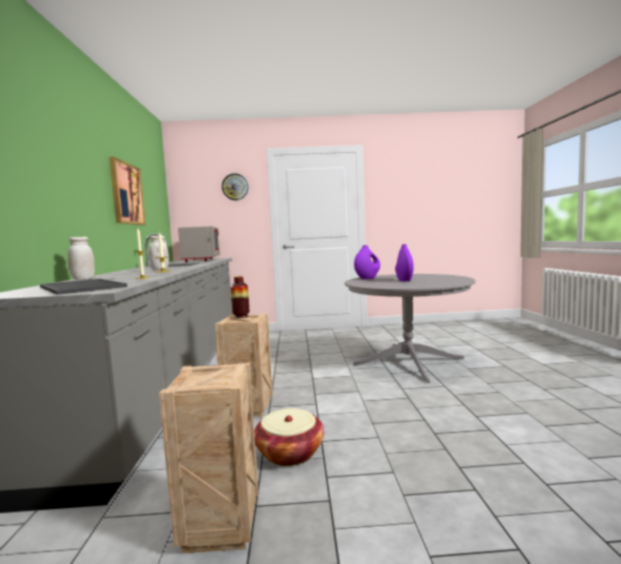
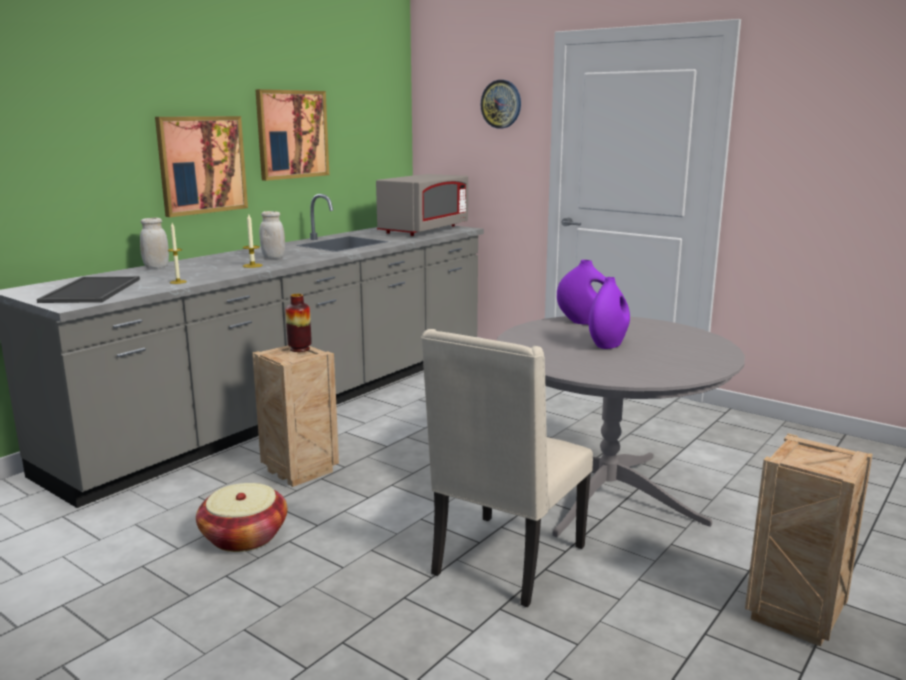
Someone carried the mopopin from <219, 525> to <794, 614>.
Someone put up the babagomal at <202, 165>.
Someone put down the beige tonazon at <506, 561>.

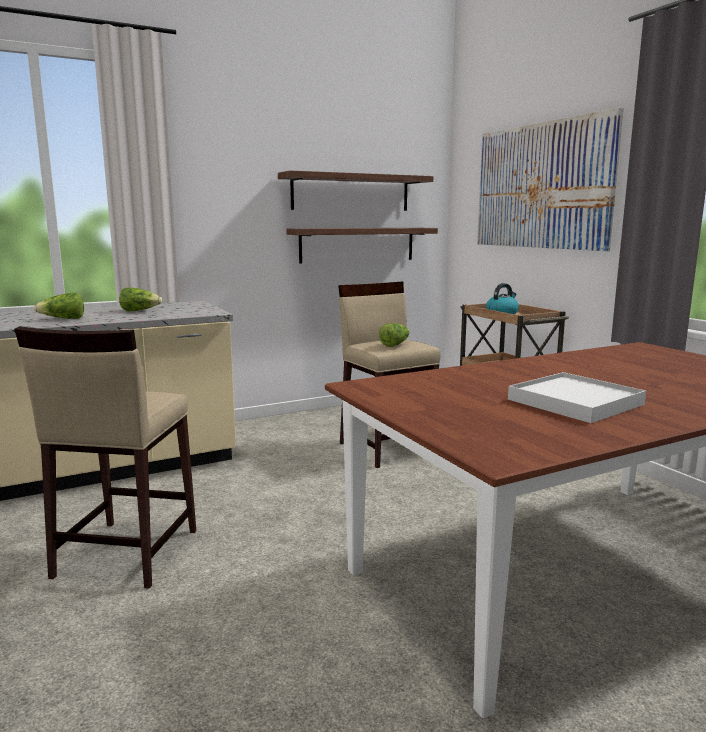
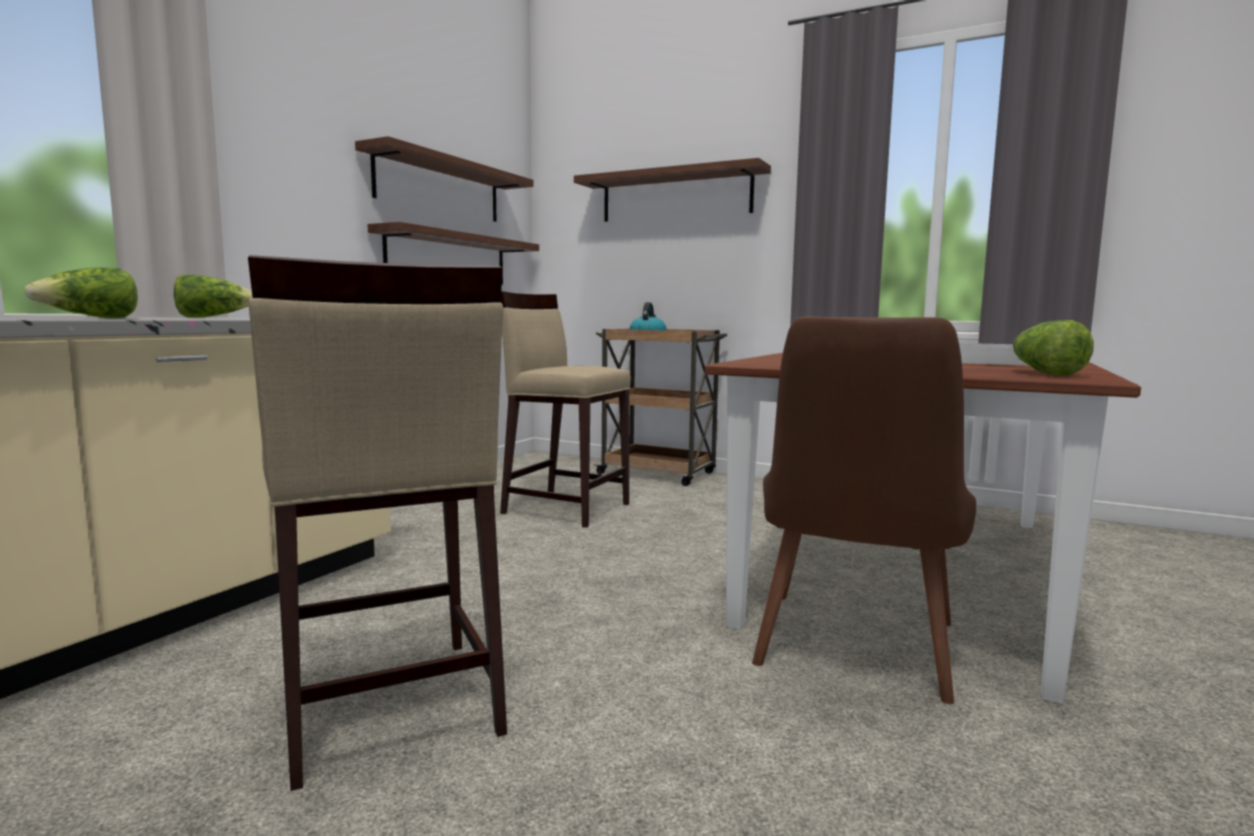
Someone swapped the babagomal at <541, 186> for the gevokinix at <675, 196>.
Someone carried the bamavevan from <395, 344> to <1044, 373>.
Someone put down the brown tonazon at <853, 656>.

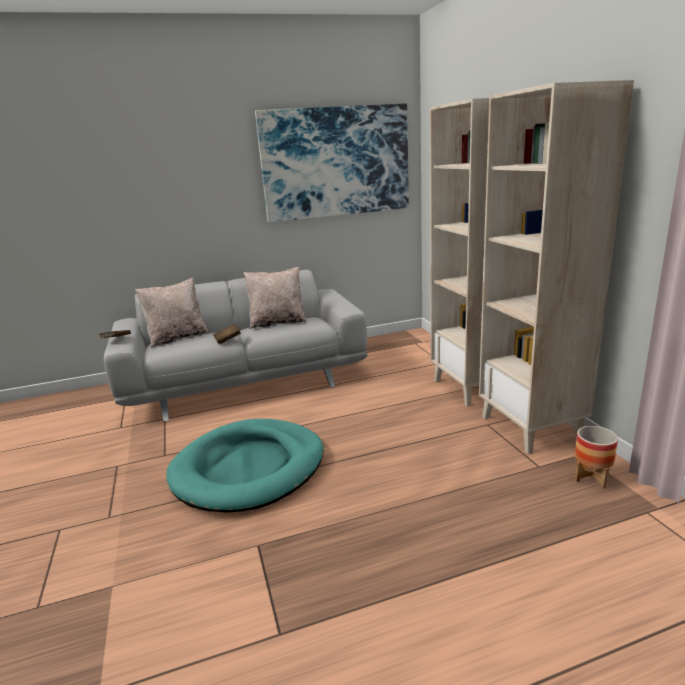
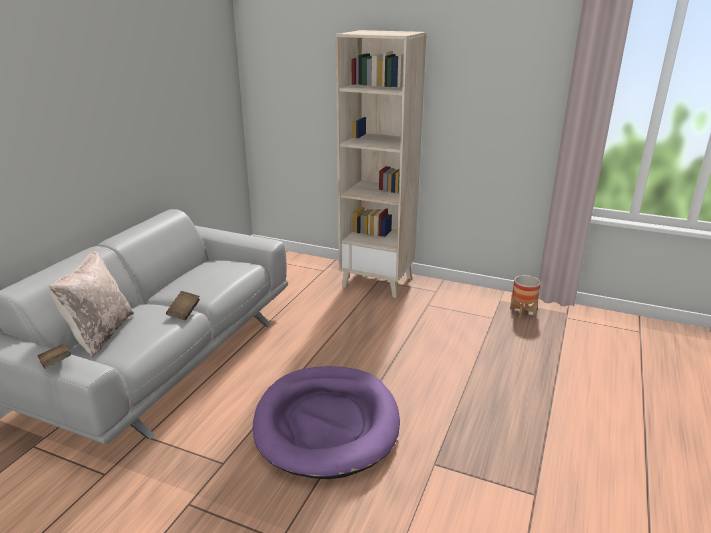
Someone took away the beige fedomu at <531, 427>.
Someone took away the babagomal at <336, 162>.
Someone took away the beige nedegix at <277, 322>.
Someone repainted the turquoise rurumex at <249, 468>, which became the purple rurumex at <326, 424>.

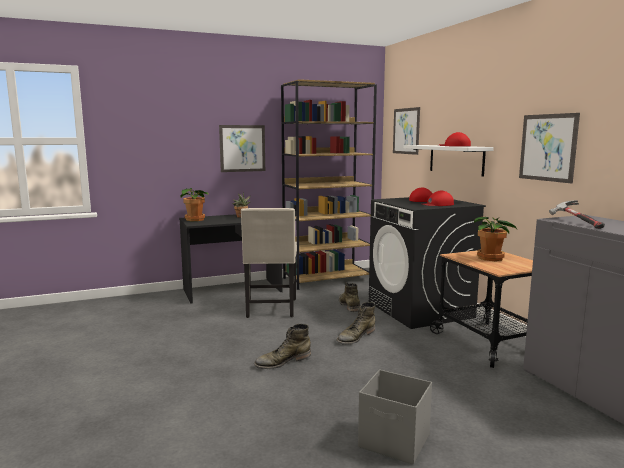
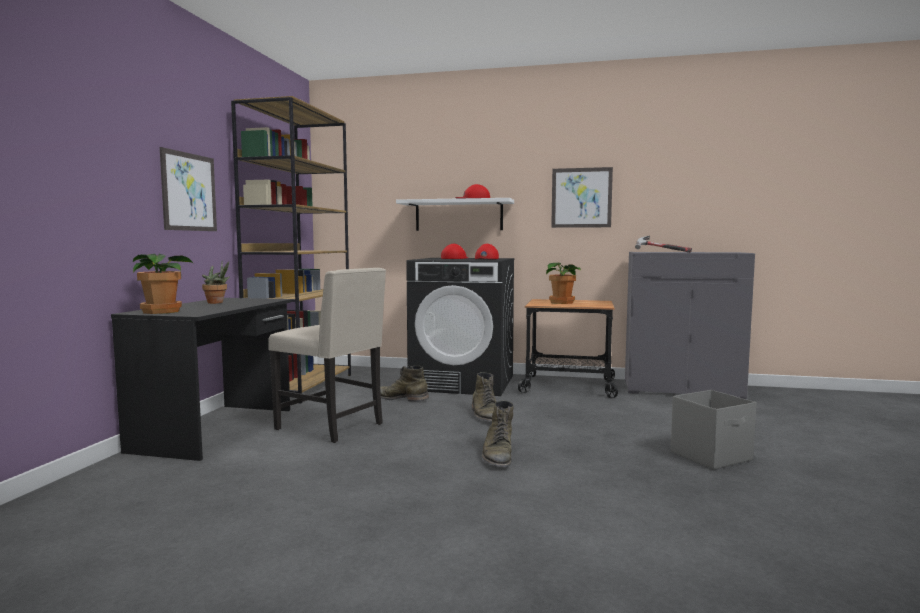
Someone took away the babagomal at <406, 131>.

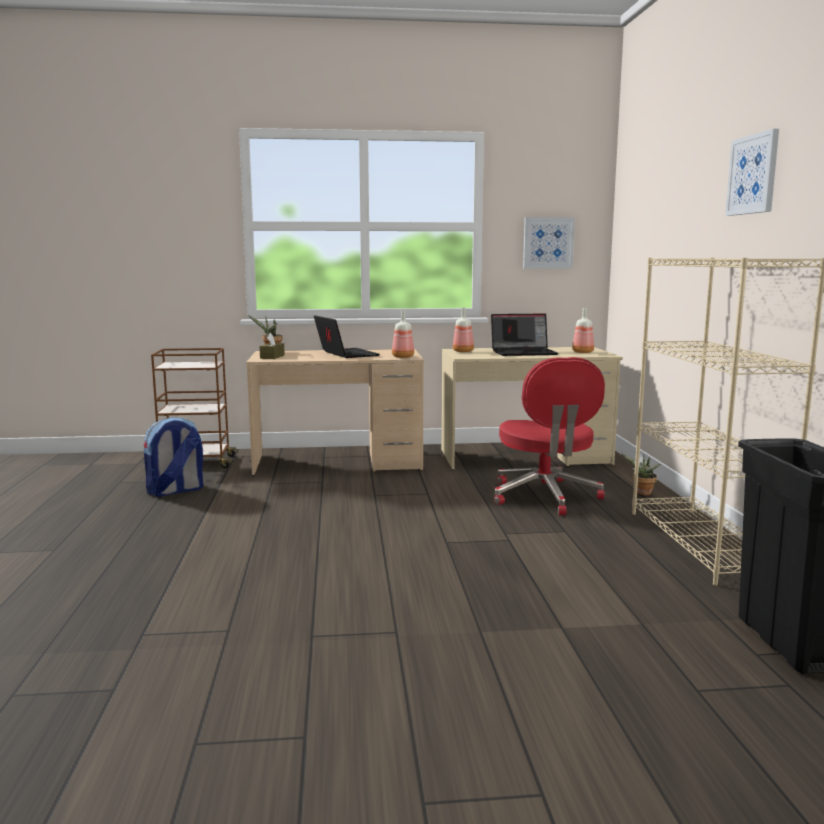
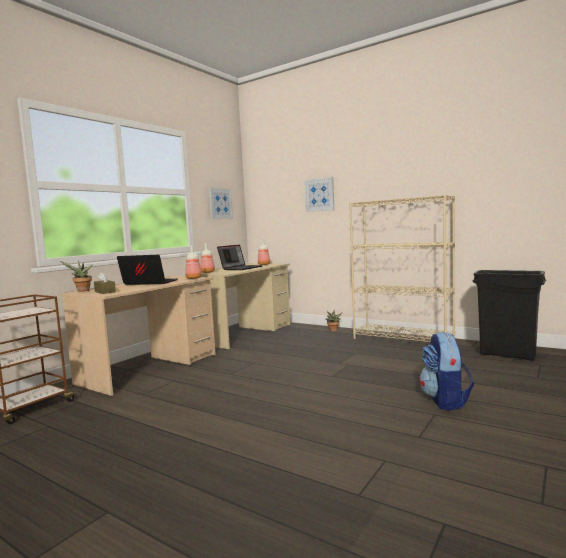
Someone carried the babagomal from <753, 174> to <319, 195>.
Someone took away the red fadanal at <545, 497>.
Someone carried the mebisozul from <175, 491> to <445, 401>.

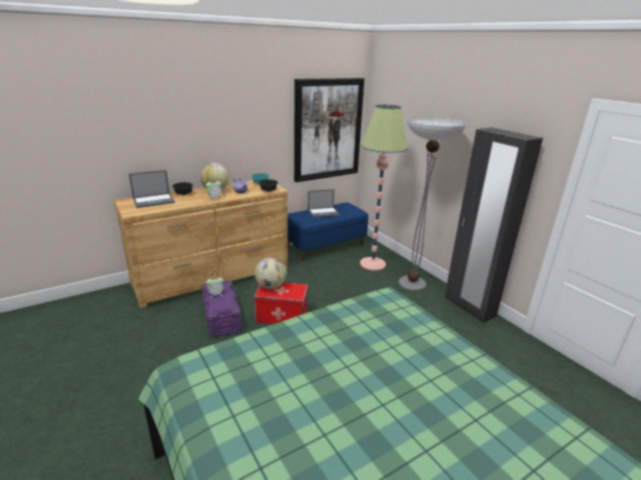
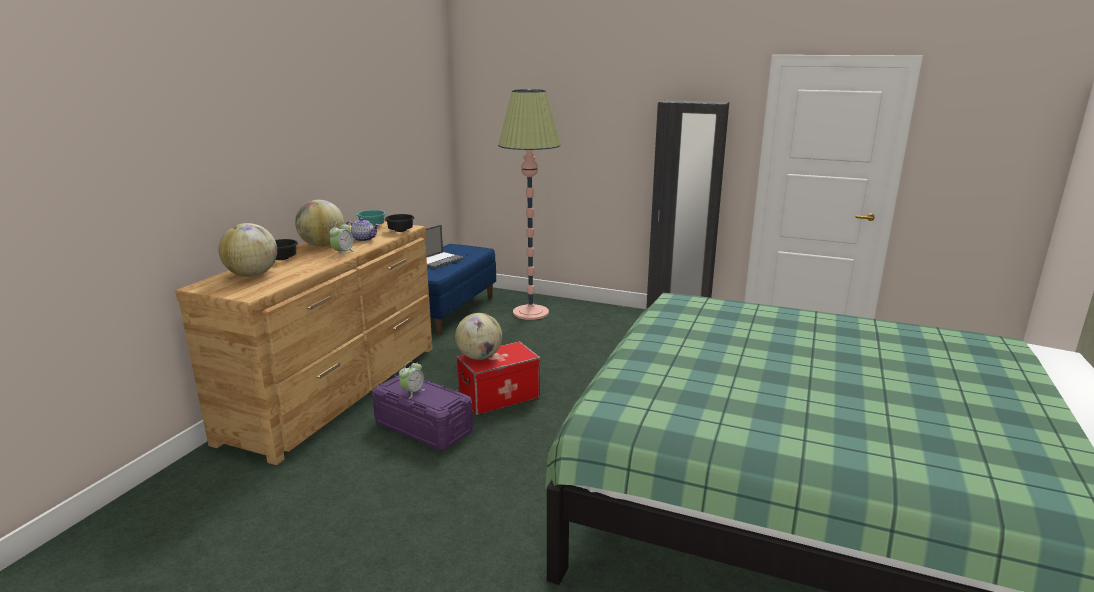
Someone took away the babagomal at <327, 129>.
Someone took away the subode at <412, 283>.
Someone swapped the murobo at <154, 200> for the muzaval at <252, 275>.

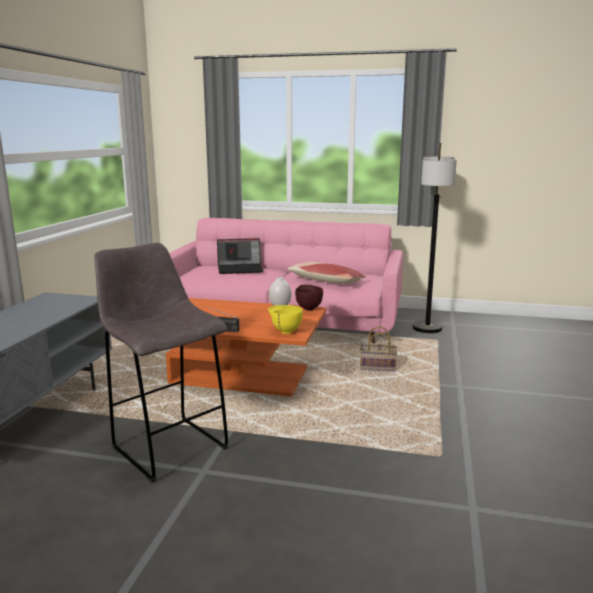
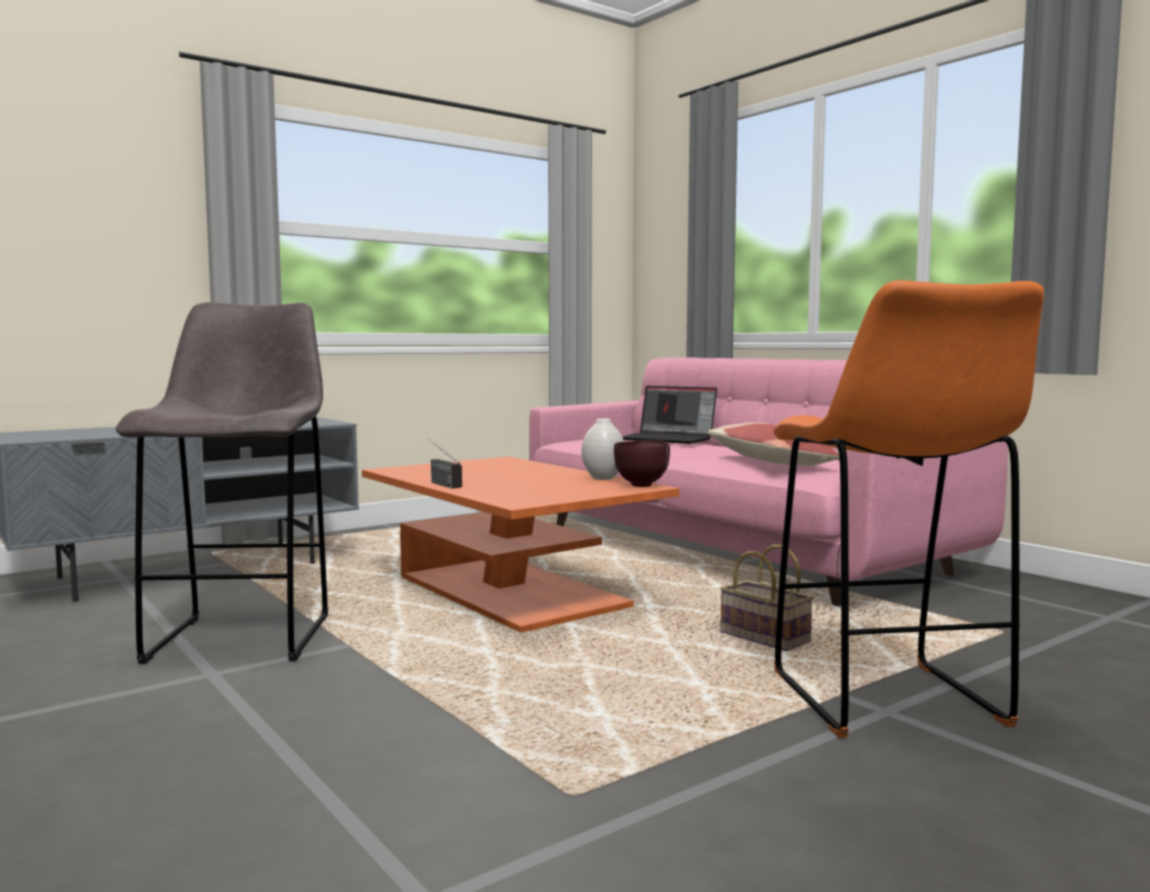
Someone took away the subode at <427, 328>.
Someone took away the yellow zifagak at <285, 331>.
Someone put down the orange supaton at <889, 701>.

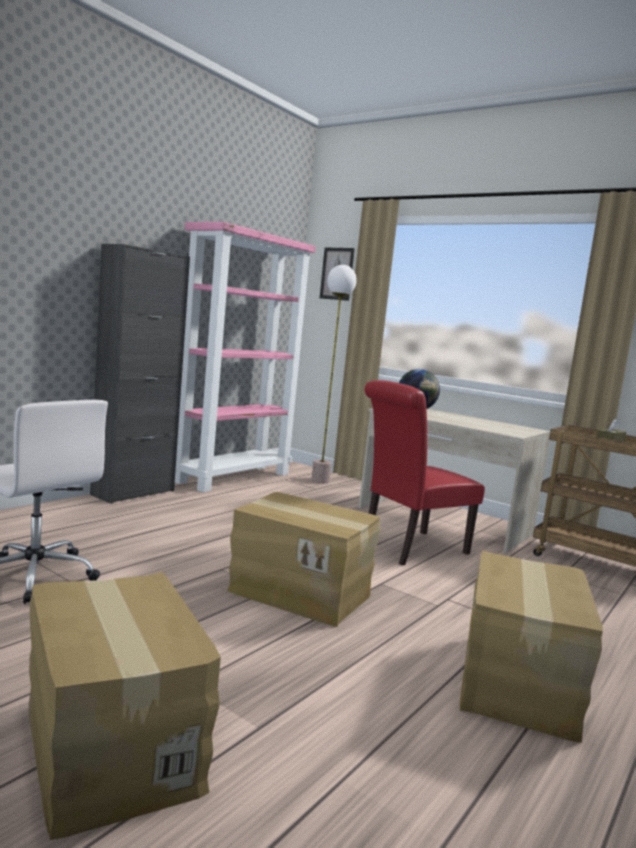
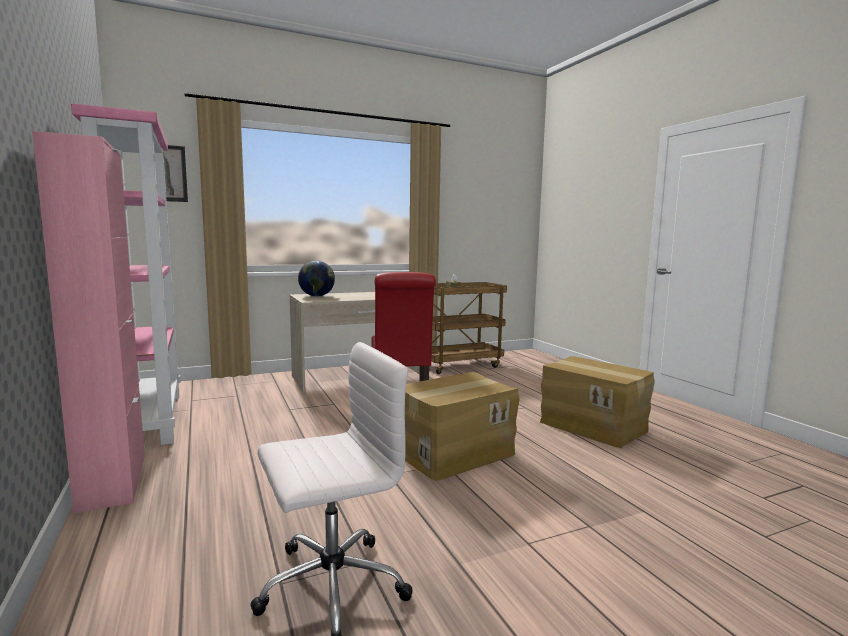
Someone repainted the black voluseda at <133, 493>, which became the pink voluseda at <113, 482>.
Someone took away the subode at <320, 480>.
Someone took away the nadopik at <109, 745>.

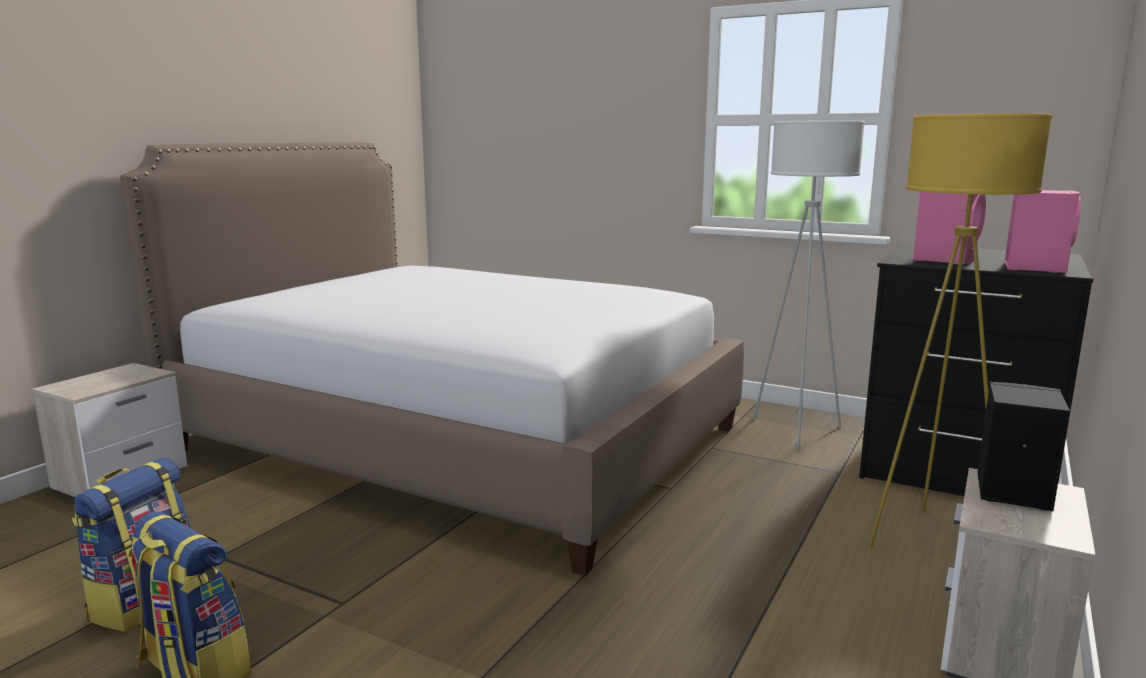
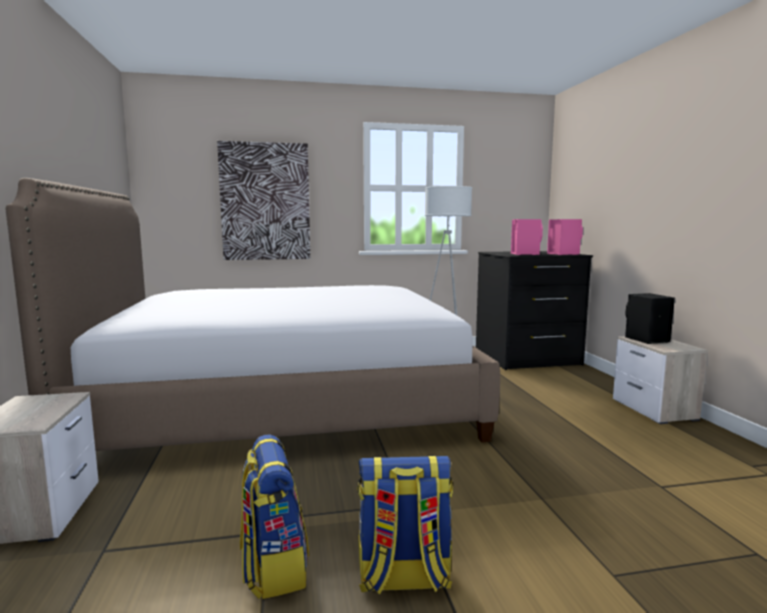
Someone took away the yellow subode at <927, 539>.
Someone put up the babagomal at <265, 202>.

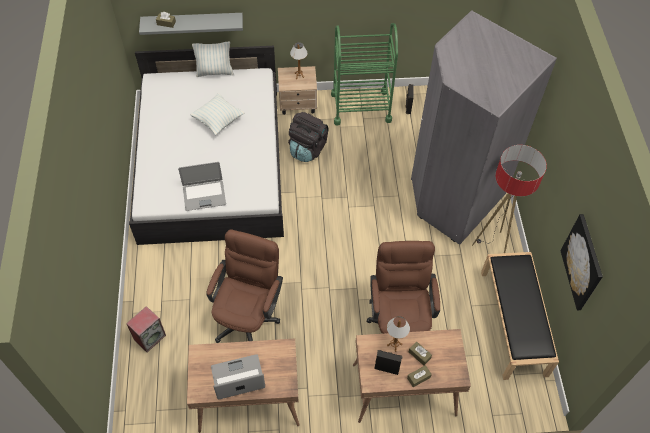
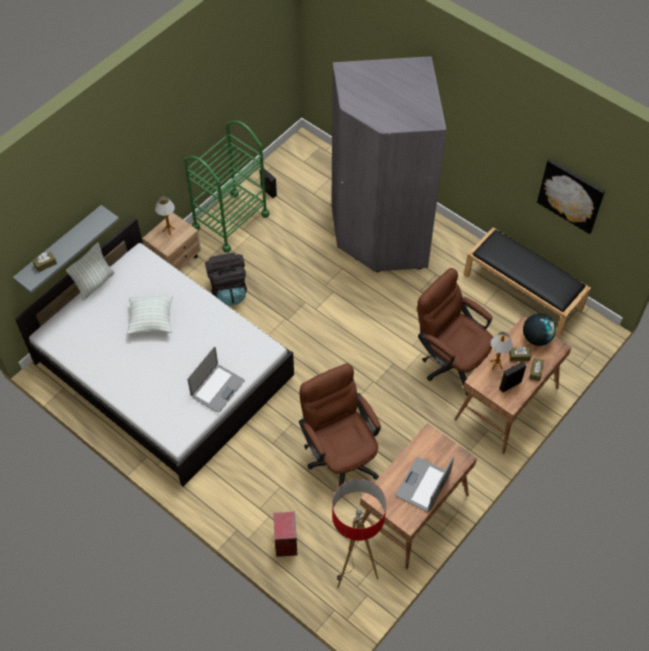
Someone carried the subode from <491, 246> to <354, 572>.
Someone put down the muzaval at <536, 338>.

